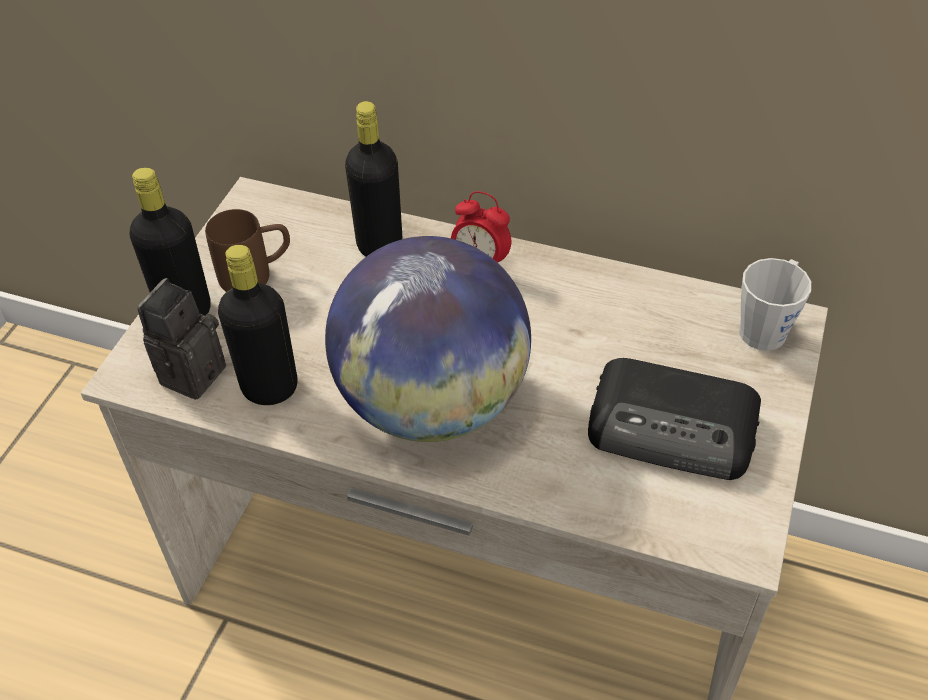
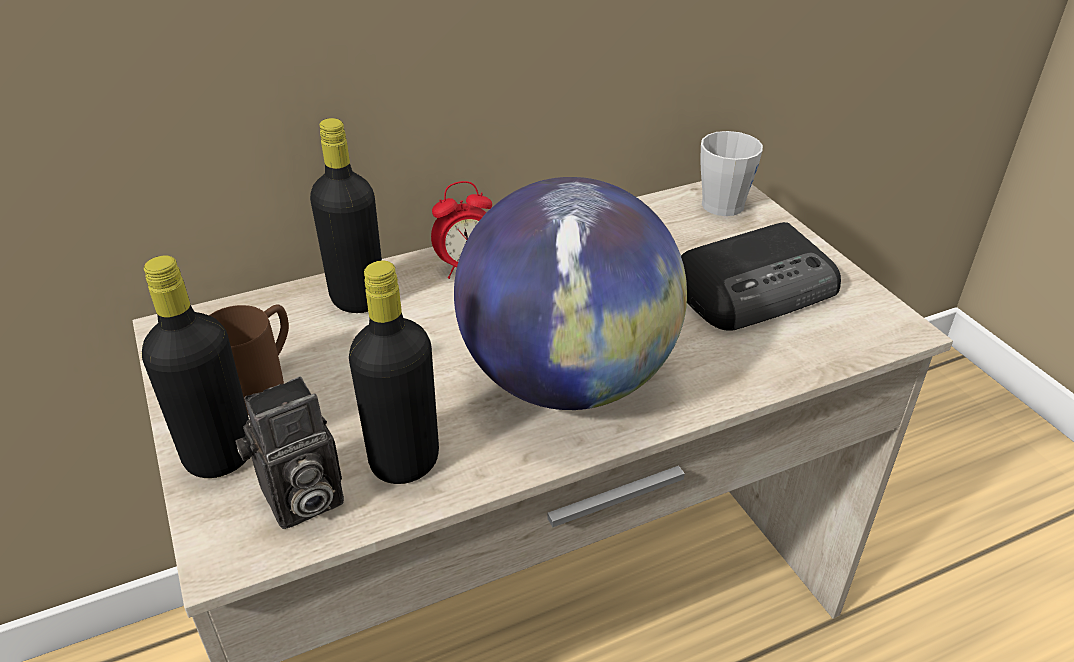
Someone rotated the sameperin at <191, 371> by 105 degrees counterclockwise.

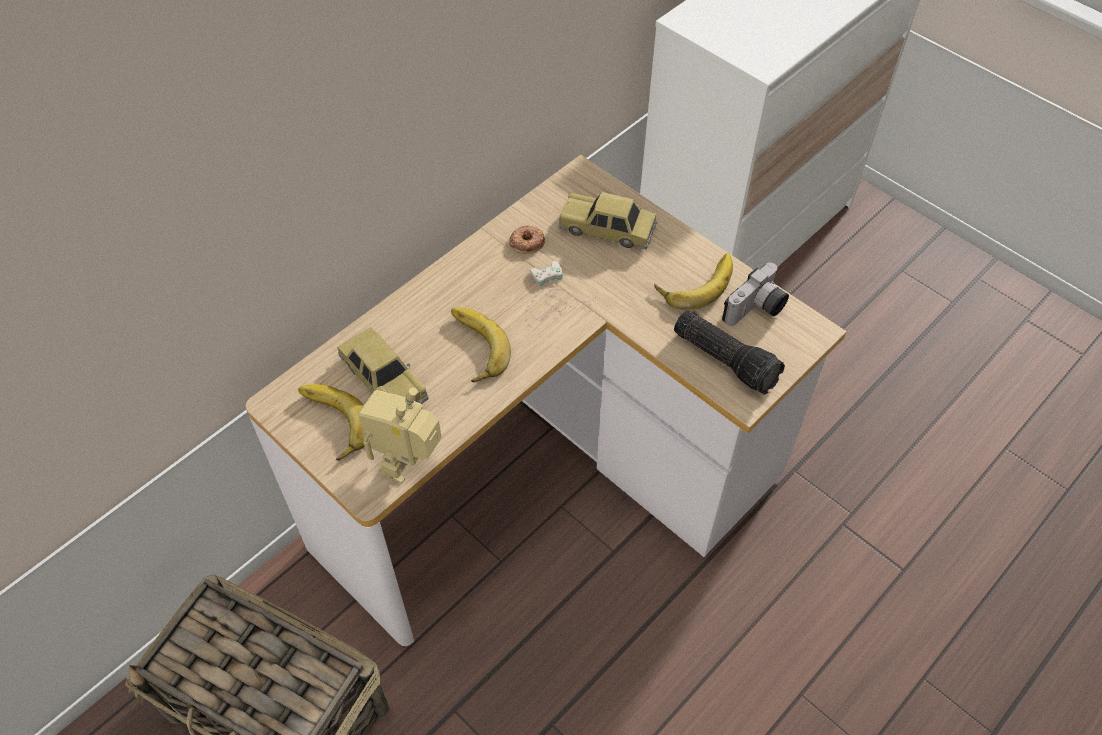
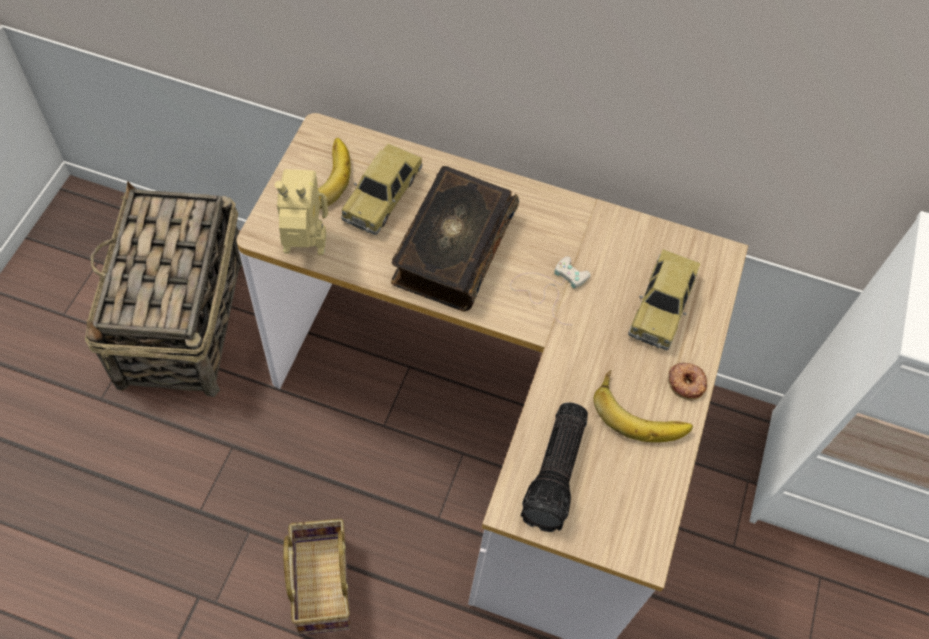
Someone rotated the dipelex at <607, 229> by 150 degrees counterclockwise.
Someone carried the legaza from <526, 242> to <686, 382>.
Someone took away the sameperin at <756, 310>.
Someone swapped the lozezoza at <473, 348> for the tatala at <452, 248>.
Someone put down the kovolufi at <320, 583>.

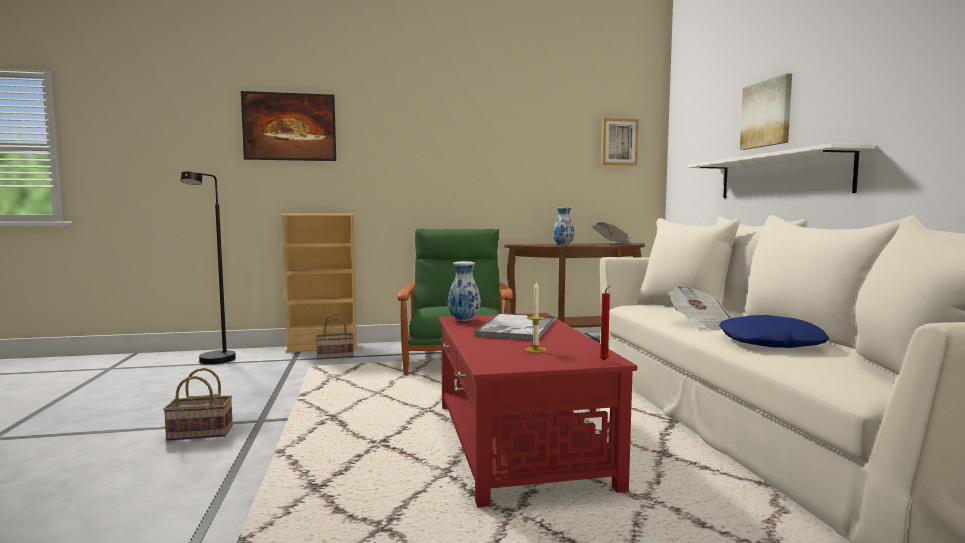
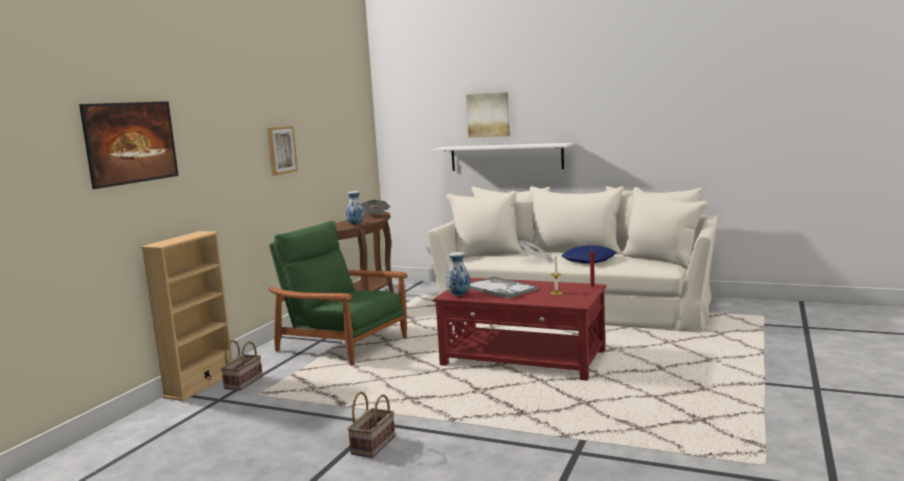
Someone carried the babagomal from <619, 142> to <281, 150>.
Someone took away the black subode at <214, 362>.

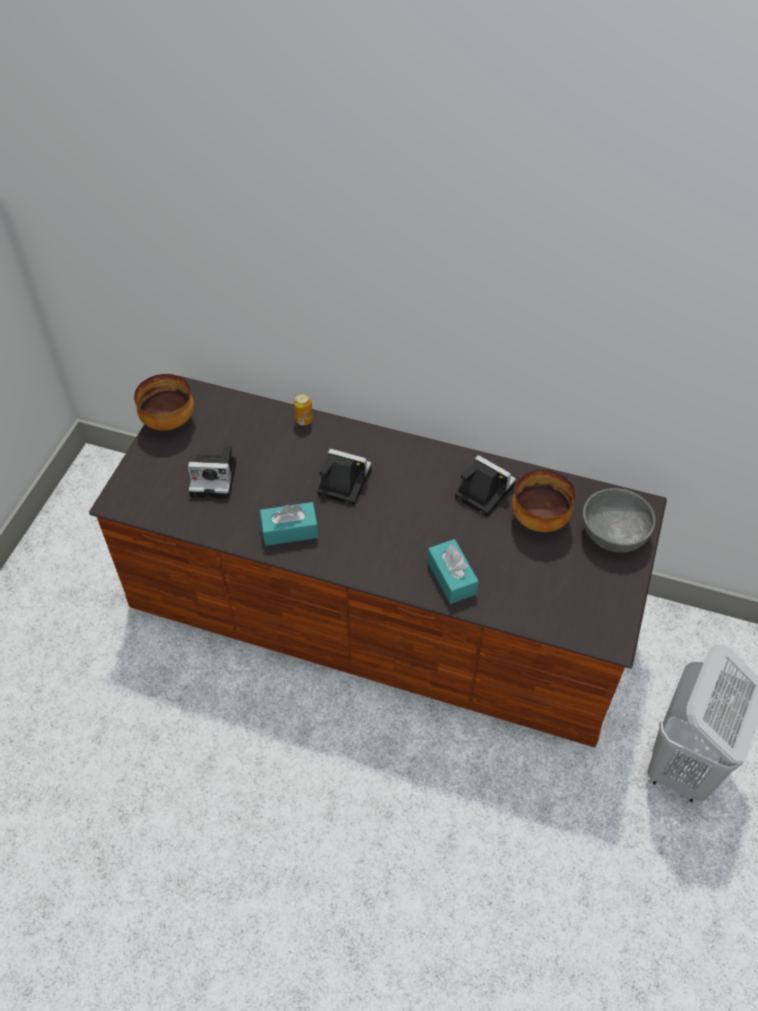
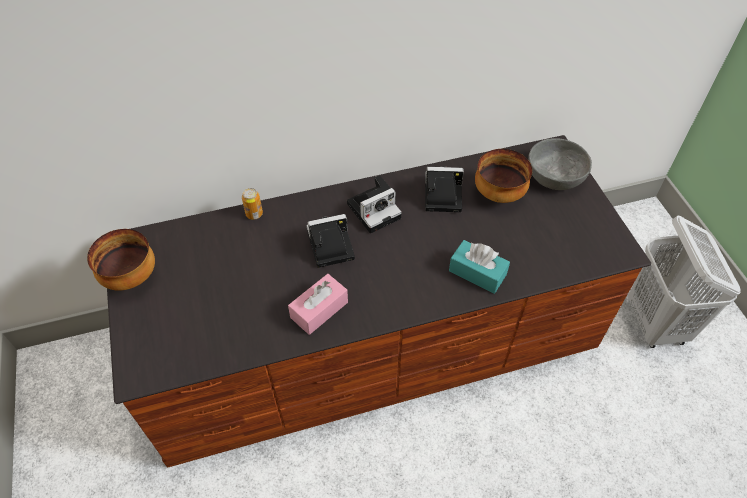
Someone carried the sameperin from <216, 478> to <375, 209>.
Someone repainted the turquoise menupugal at <290, 530>, which became the pink menupugal at <319, 310>.

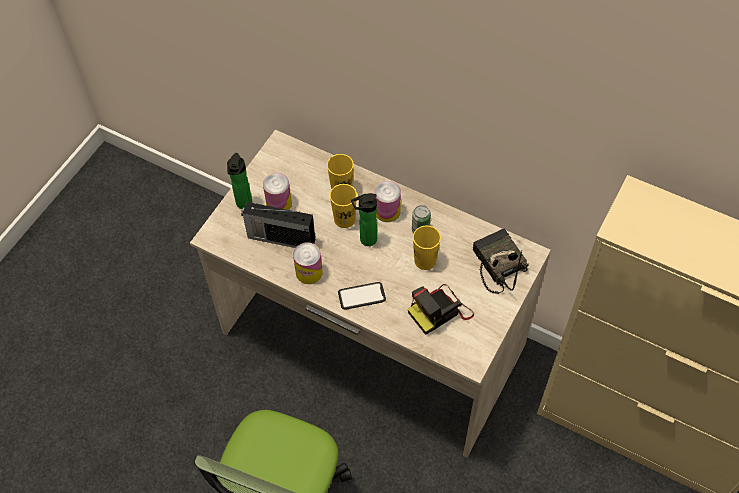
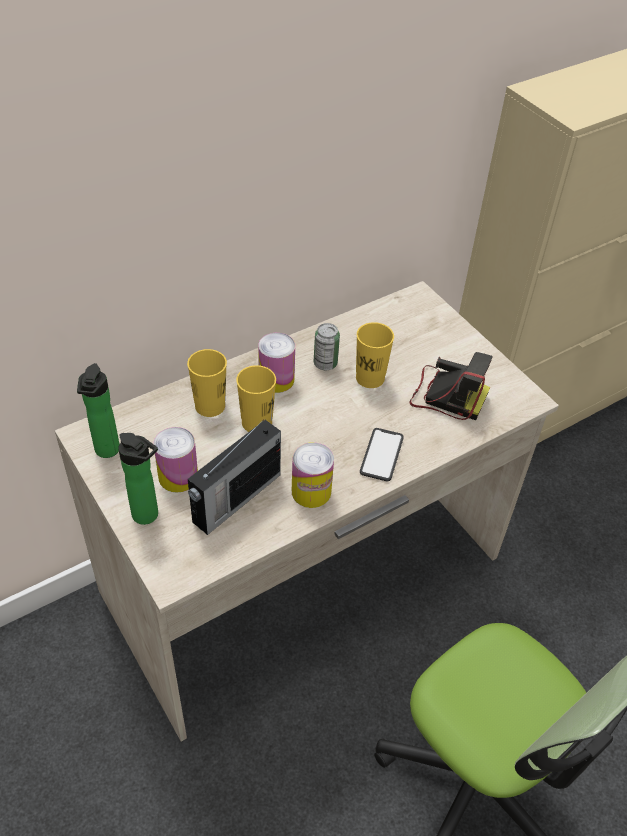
Someone carried the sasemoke from <365, 240> to <106, 452>.
Someone took away the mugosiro at <496, 264>.
Someone rotated the sameperin at <440, 311> by 60 degrees counterclockwise.

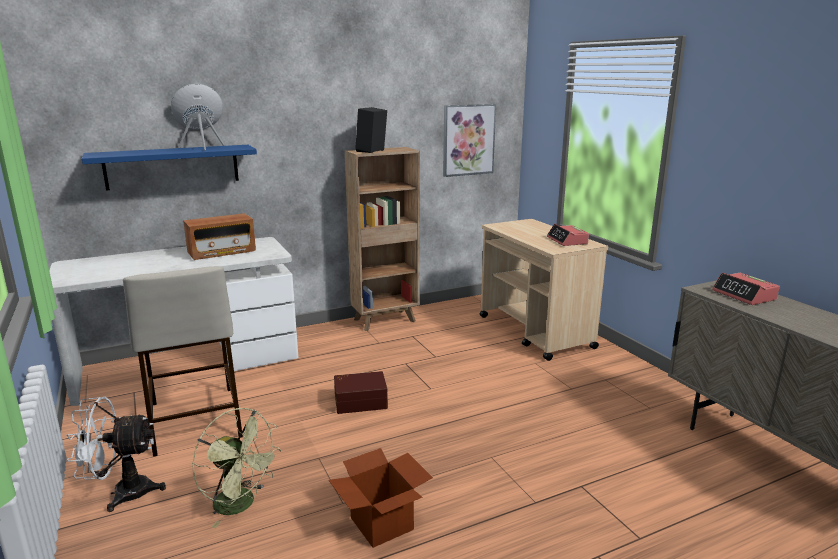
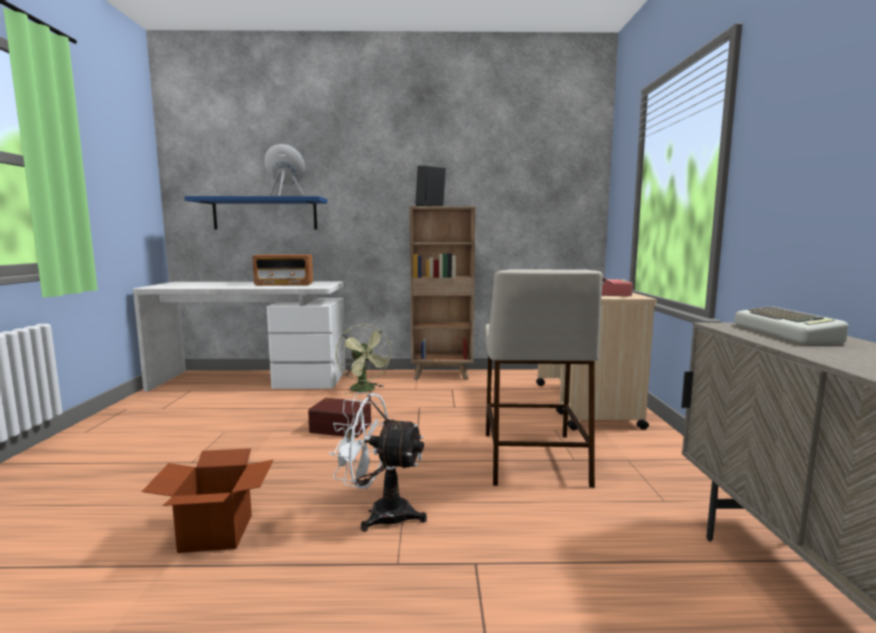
Someone took away the babagomal at <468, 140>.
Someone carried the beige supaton from <194, 419> to <532, 457>.
Someone swapped the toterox at <744, 295> for the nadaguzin at <787, 334>.
Someone carried the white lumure from <122, 493> to <380, 513>.
Someone carried the green lumure from <241, 505> to <365, 390>.

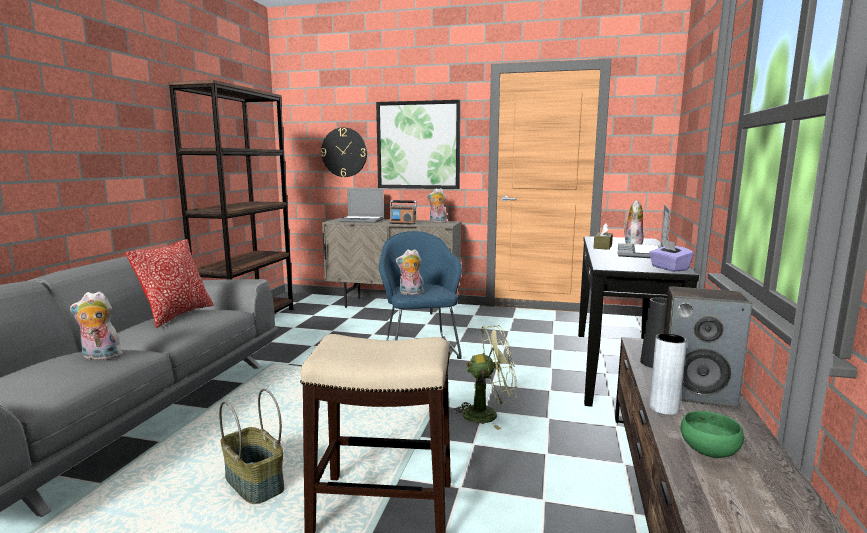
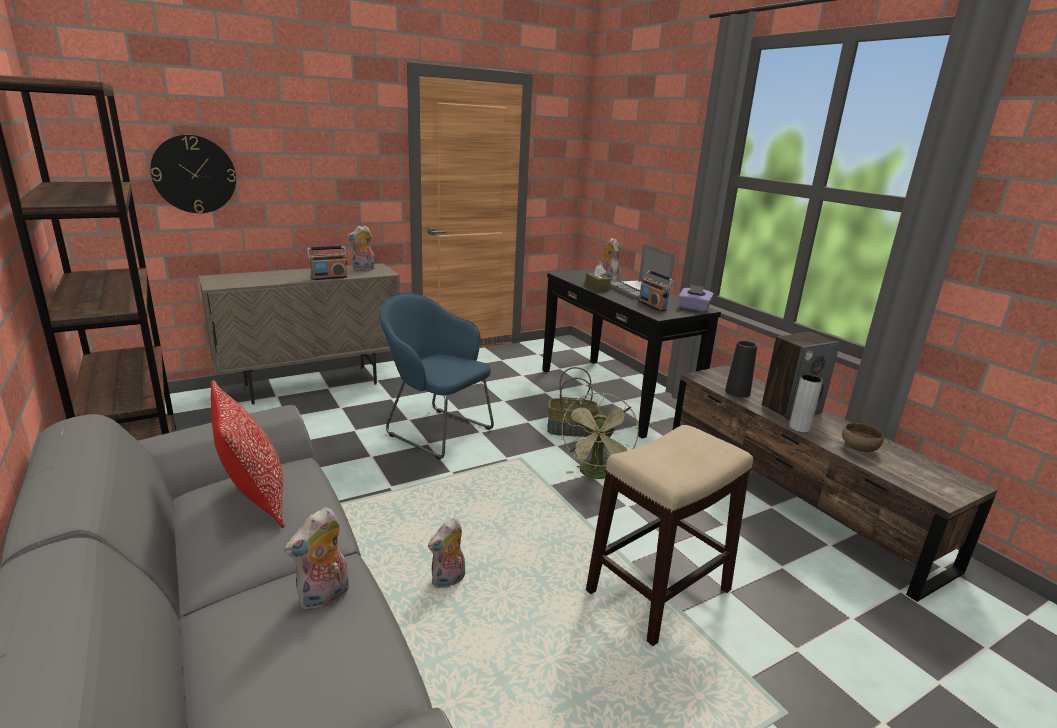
Someone took away the babagomal at <418, 145>.
Someone took away the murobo at <362, 220>.
Someone carried the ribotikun from <410, 293> to <448, 581>.
Someone rotated the green lumure at <487, 414> by 150 degrees clockwise.
Someone carried the kovolufi from <253, 483> to <570, 430>.
Someone repainted the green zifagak at <707, 450>, which became the brown zifagak at <858, 448>.
Someone put down the mugosiro at <652, 306>.

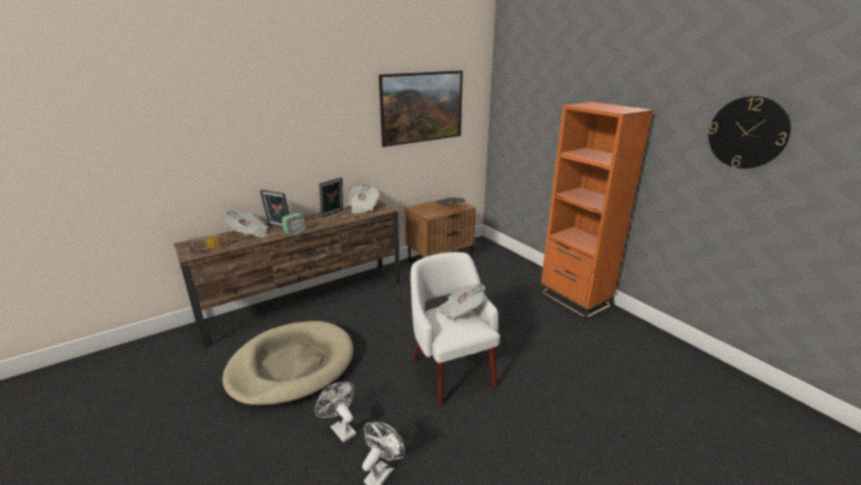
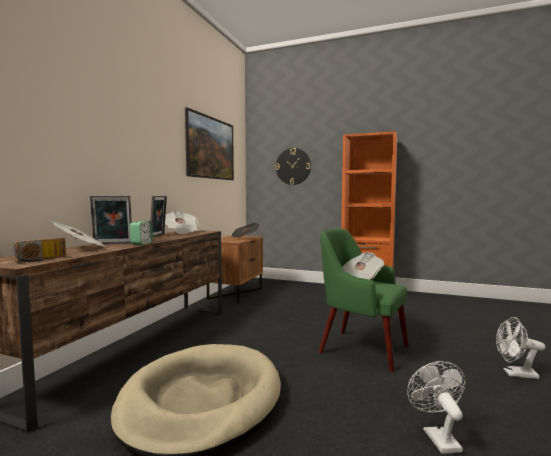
Someone carried the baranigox from <747, 132> to <293, 166>.
Someone repainted the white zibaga at <452, 371>, which became the green zibaga at <361, 349>.
Someone carried the white lumure from <340, 428> to <515, 374>.

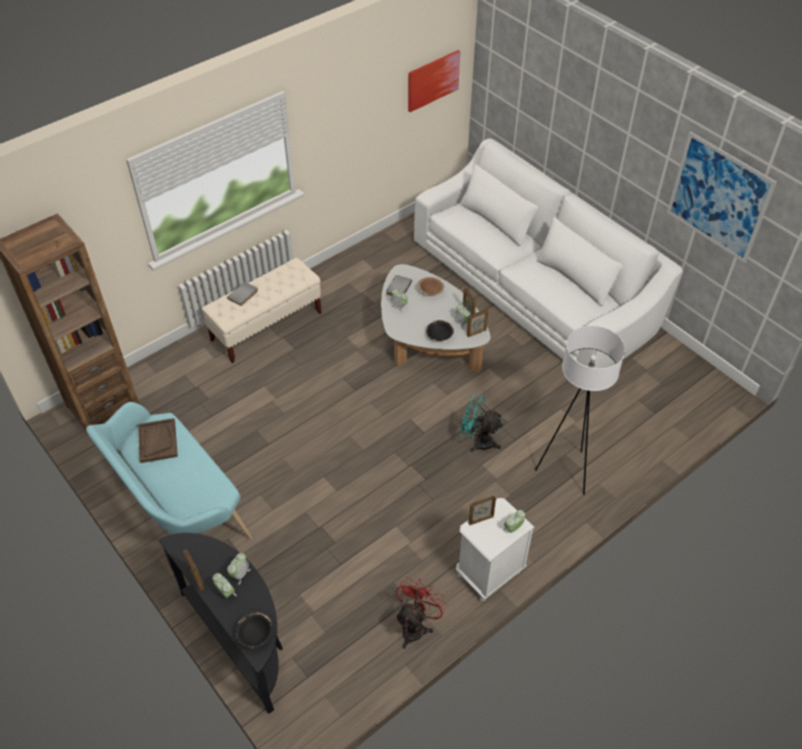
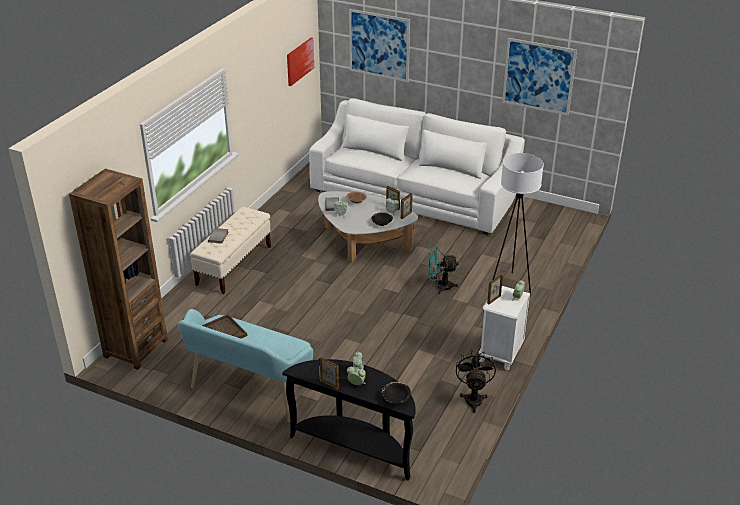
Someone repainted the red lumure at <416, 626>, which became the black lumure at <473, 398>.
Someone put up the babagomal at <379, 45>.

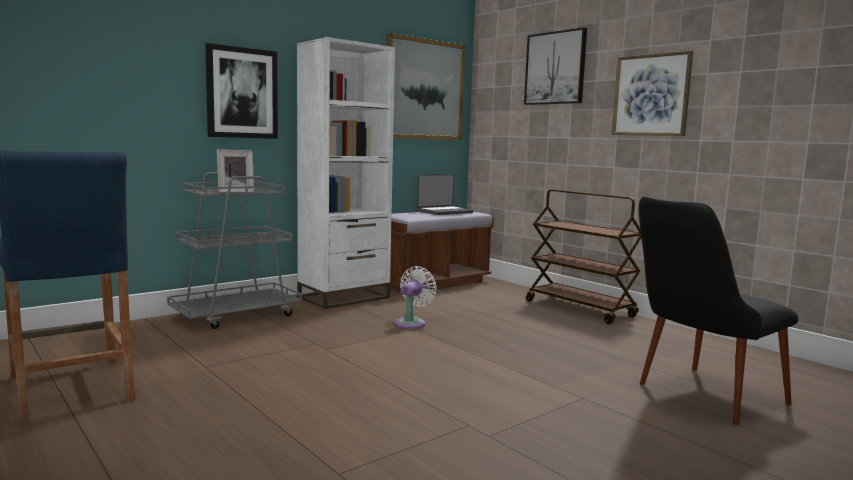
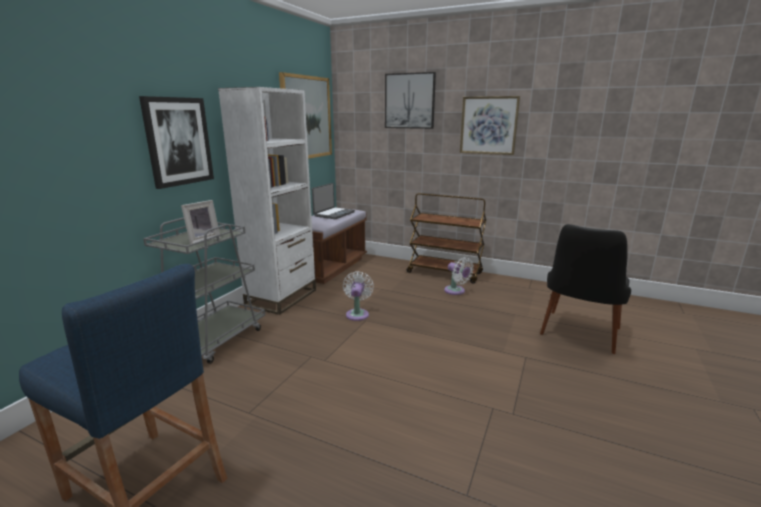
Someone put down the white lumure at <456, 291>.

